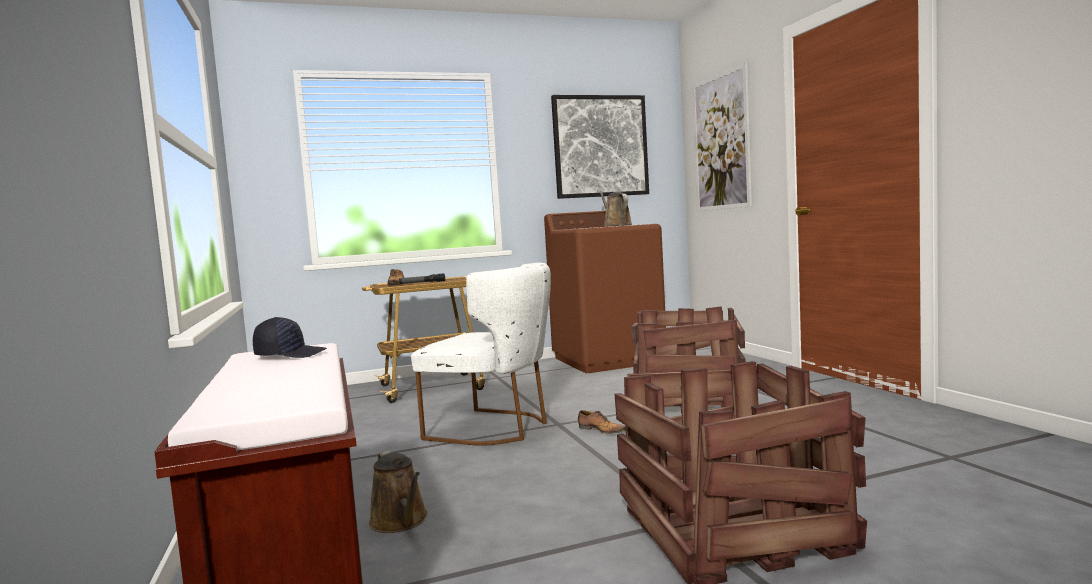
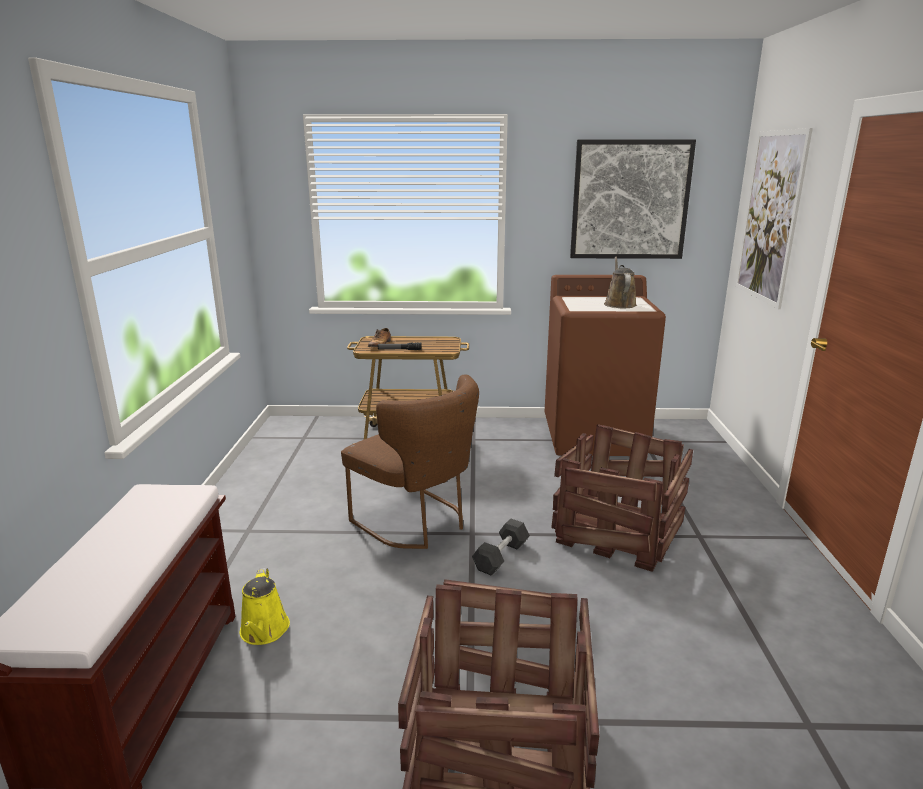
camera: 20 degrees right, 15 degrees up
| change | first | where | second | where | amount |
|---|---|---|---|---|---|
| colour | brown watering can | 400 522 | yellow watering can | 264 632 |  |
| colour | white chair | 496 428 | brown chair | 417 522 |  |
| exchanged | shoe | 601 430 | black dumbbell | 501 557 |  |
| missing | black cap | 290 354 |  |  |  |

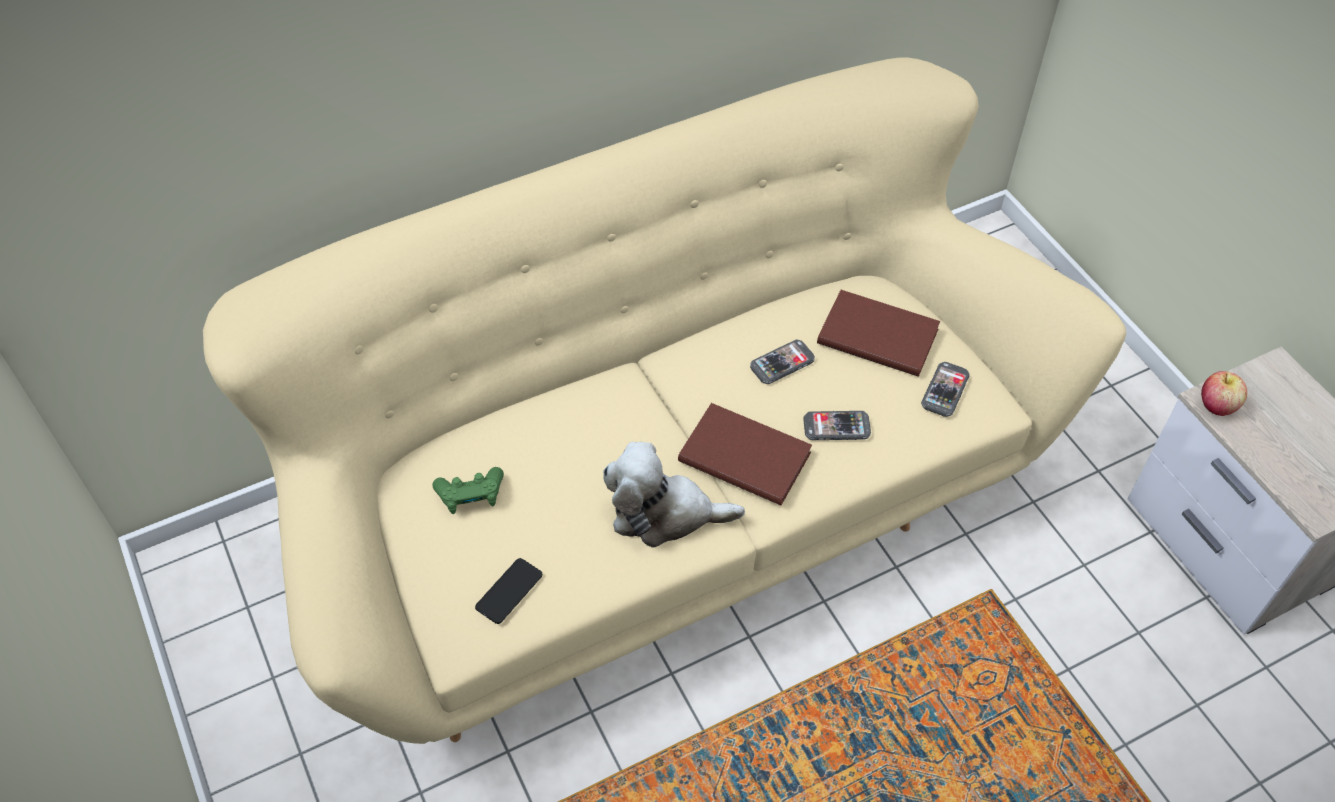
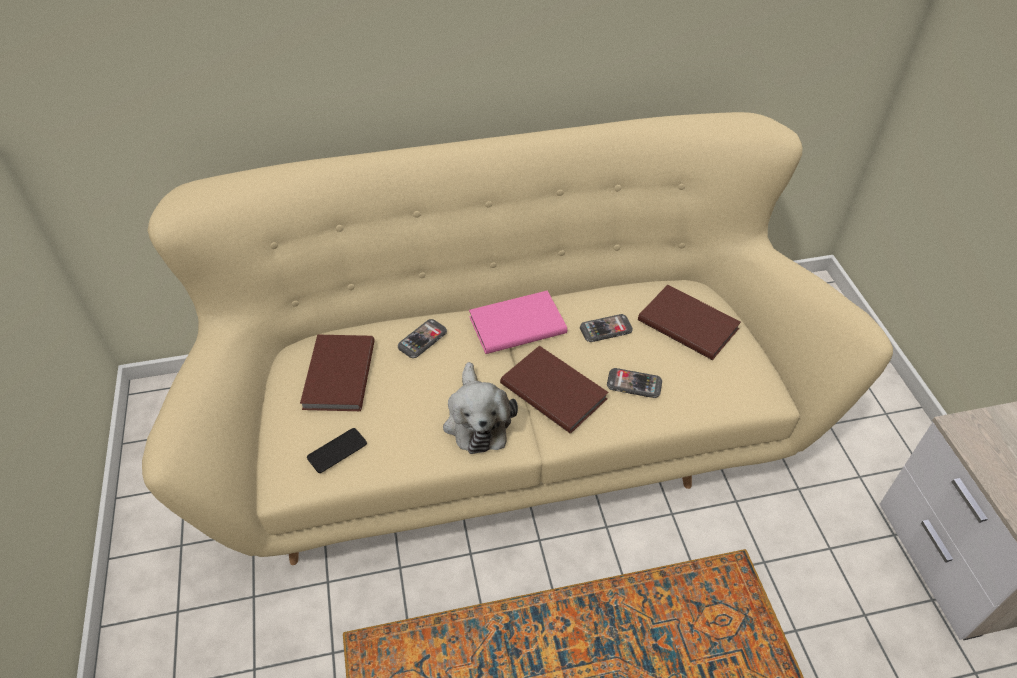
camera: 15 degrees right, 5 degrees down
| change | first | where | second | where | amount |
|---|---|---|---|---|---|
| exchanged | green game controller | 471 496 | brown book | 337 376 |  |
| relocated | phone | 945 390 |  | 422 340 |  |
| spun | plush toy | 664 513 |  | 477 419 | 120 degrees counterclockwise |
| appeared |  |  | pink book | 515 324 |  |
| missing | apple | 1216 406 |  |  |  |

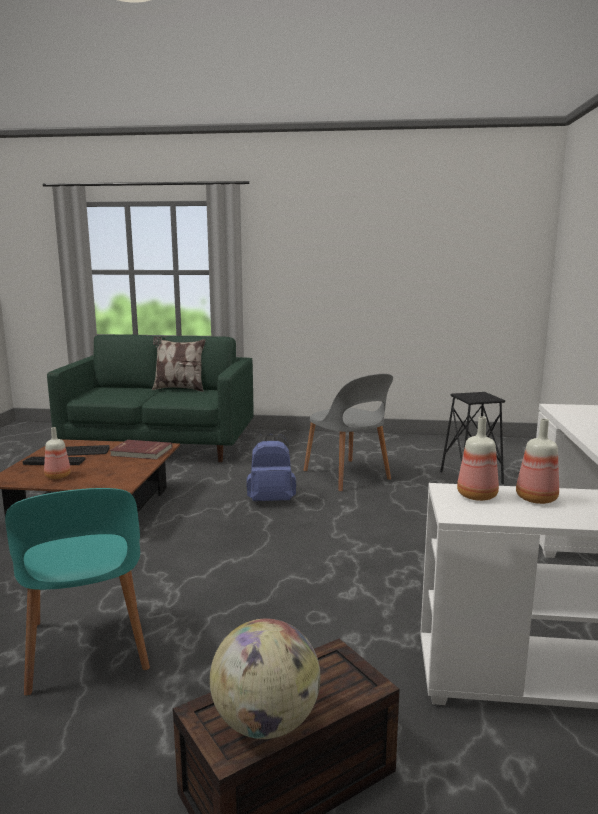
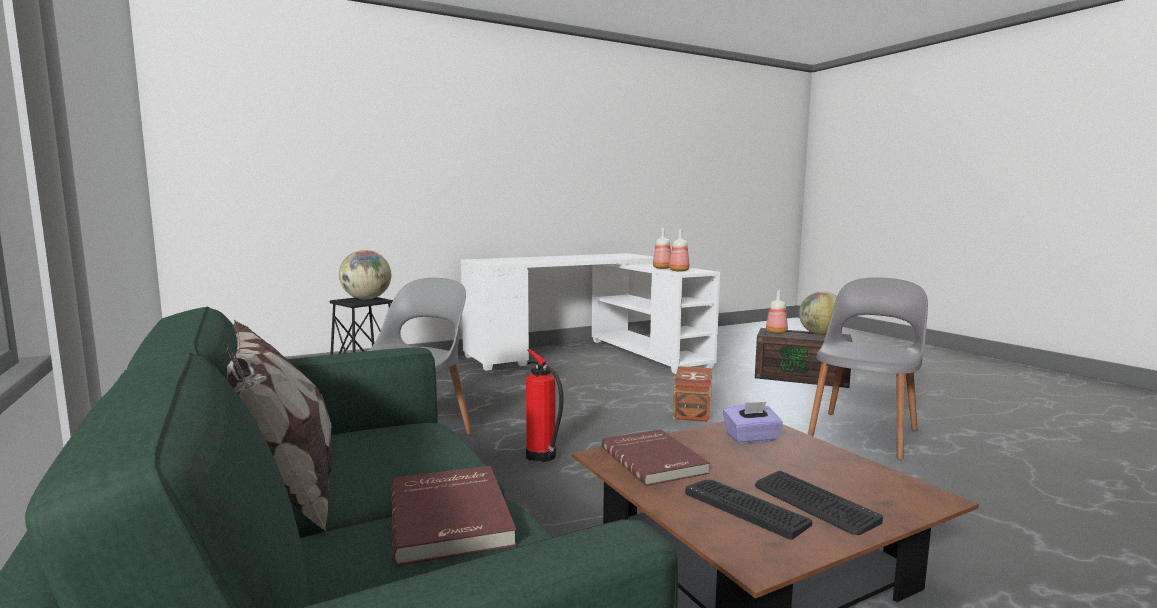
camera: 125 degrees left, 5 degrees down
| change | first | where | second | where | amount |
|---|---|---|---|---|---|
| appeared |  |  | globe | 366 299 |  |
| appeared |  |  | red book | 452 516 |  |
| exchanged | blue backpack | 271 500 | fire extinguisher | 542 457 |  |
| appeared |  |  | brown storage box | 691 409 |  |
| appeared |  |  | purple tissue box | 751 438 |  |
| relocated | bottle | 57 476 |  | 777 332 |  |
| colour | turquoise chair | 87 648 | grey chair | 863 433 |  |

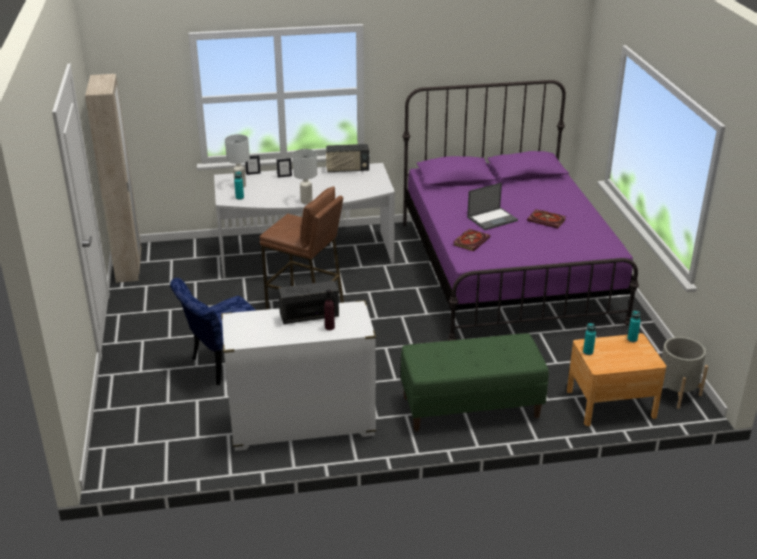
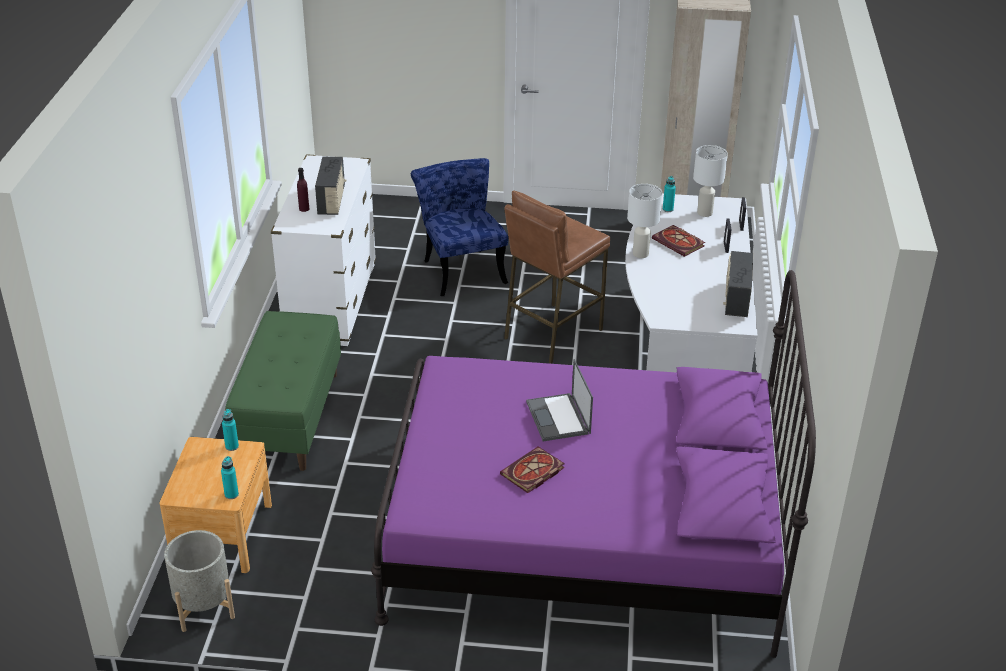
camera: 105 degrees right, 5 degrees up
| change | first | where | second | where | amount |
|---|---|---|---|---|---|
| relocated | book | 471 241 |  | 679 243 |  |

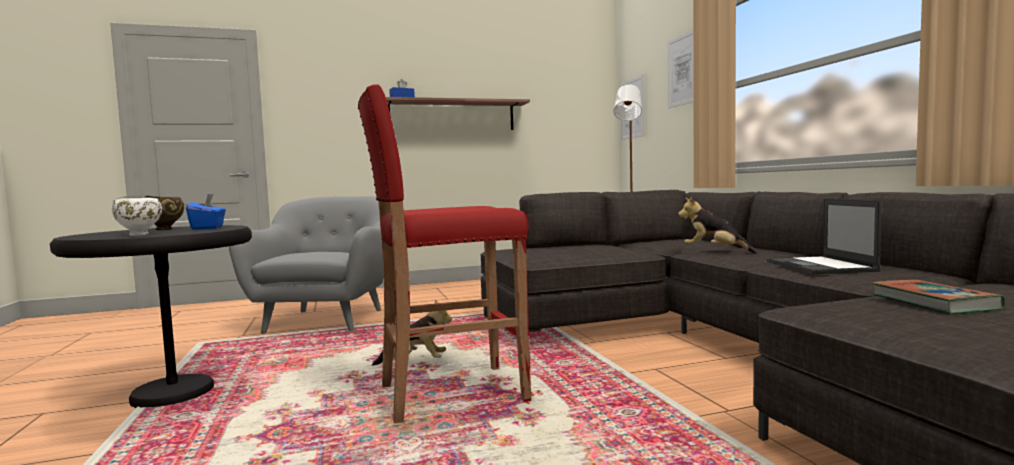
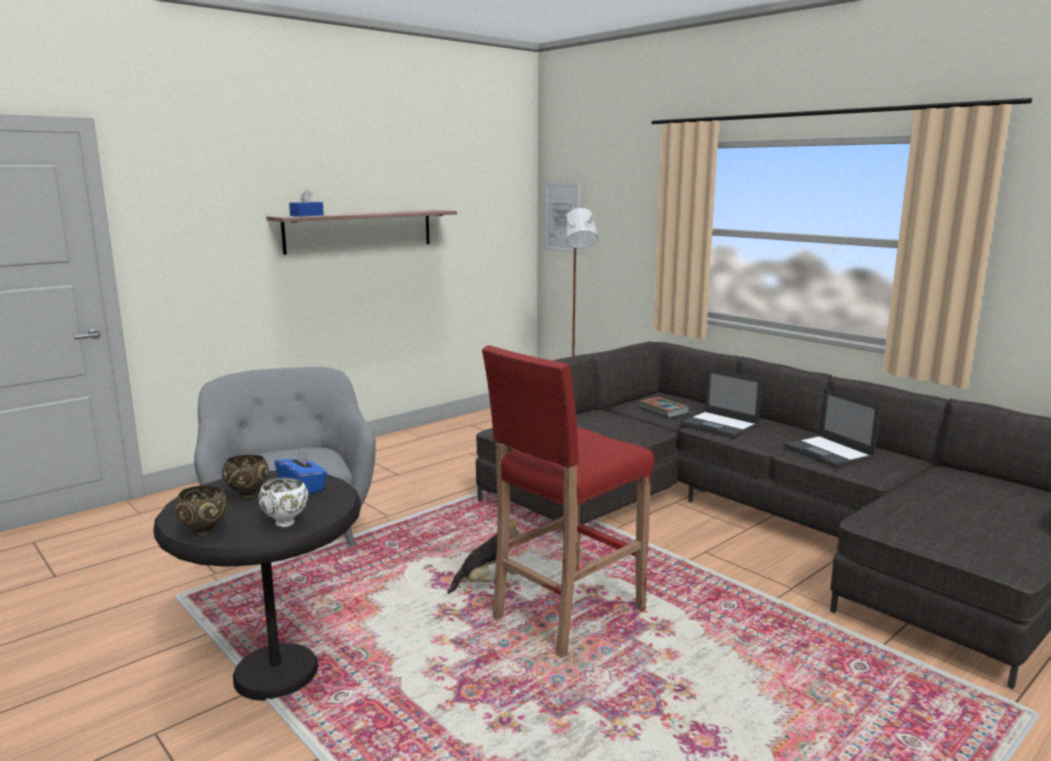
camera: 25 degrees left, 10 degrees up
| change | first | where | second | where | amount |
|---|---|---|---|---|---|
| appeared |  |  | brown bowl | 205 532 |  |
| relocated | book | 933 302 |  | 664 410 |  |
| exchanged | plush toy | 714 251 | laptop | 720 425 |  |
| missing | picture | 683 69 |  |  |  |

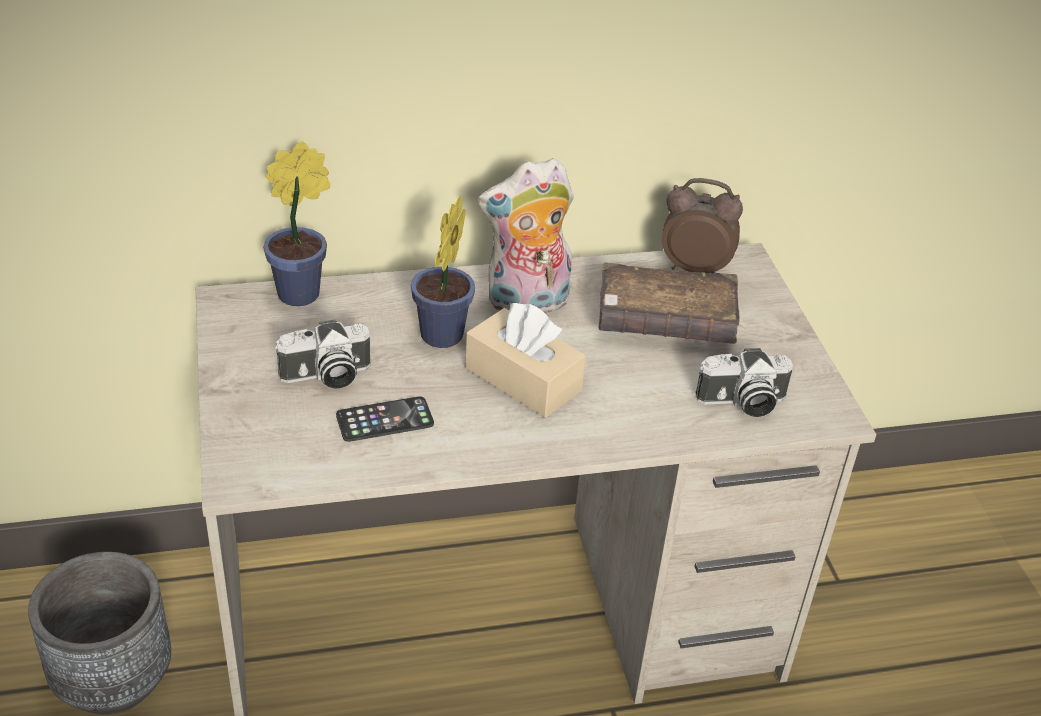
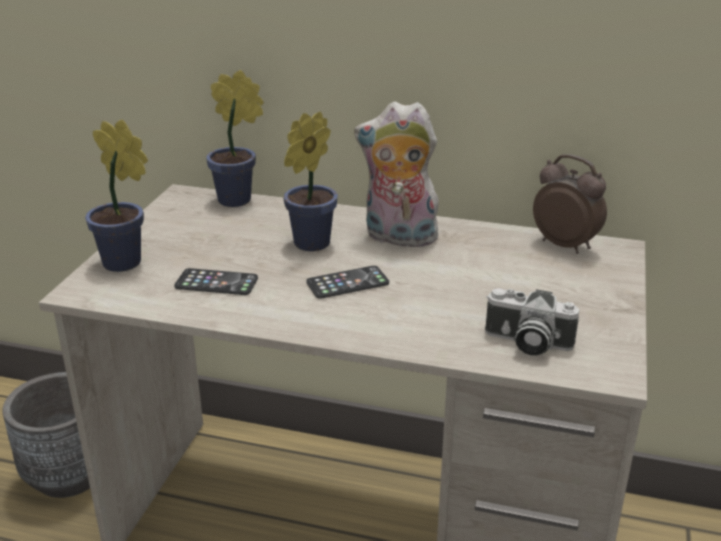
camera: 30 degrees right, 10 degrees down
| change | first | where | second | where | amount |
|---|---|---|---|---|---|
| appeared |  |  | potted plant | 126 264 |  |
| exchanged | beige tissue box | 523 379 | phone | 347 283 |  |
| missing | photo camera | 326 376 |  |  |  |
| missing | brown book | 665 321 |  |  |  |

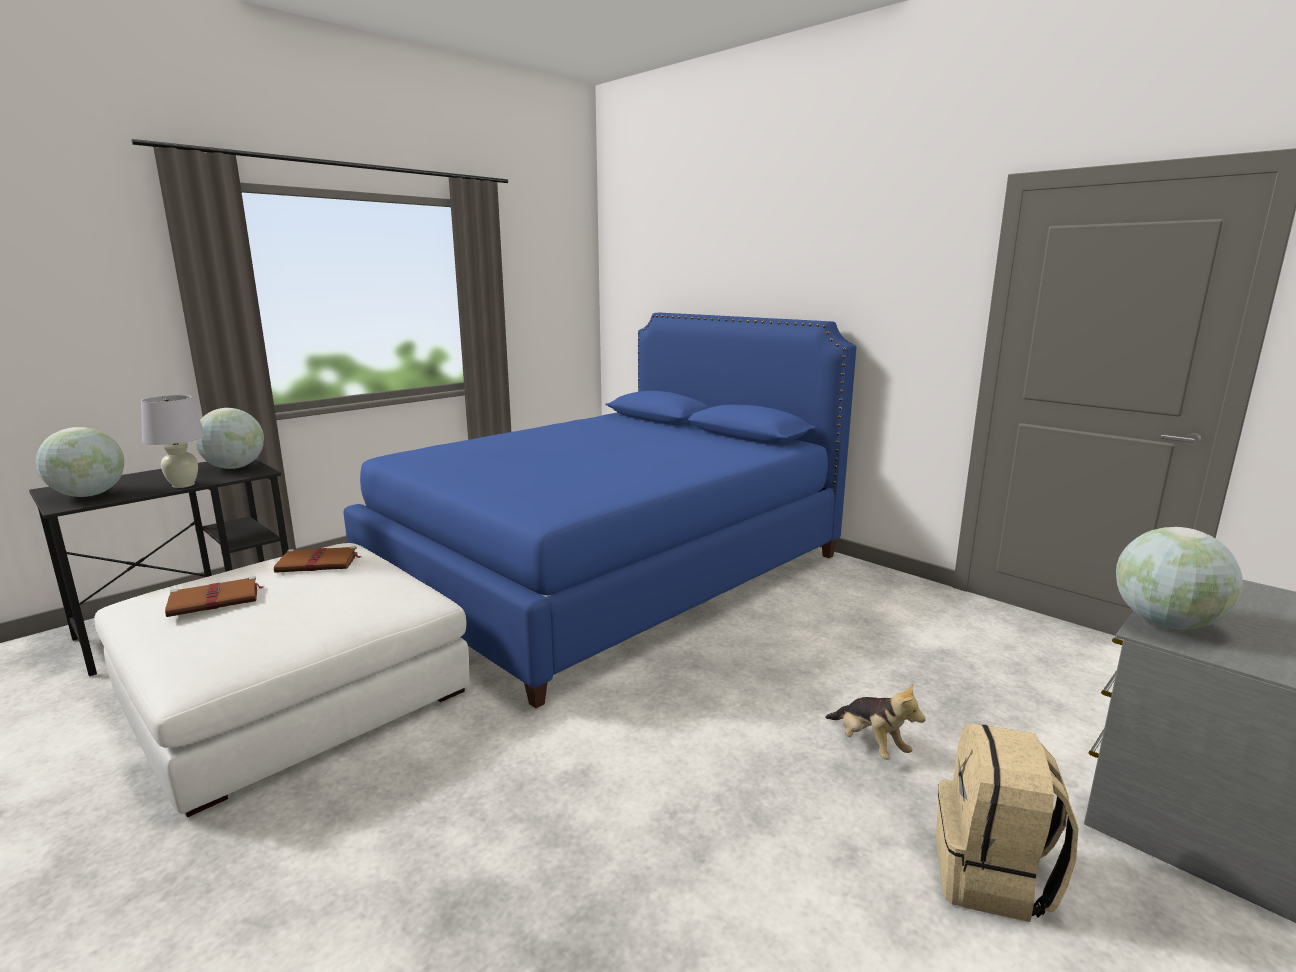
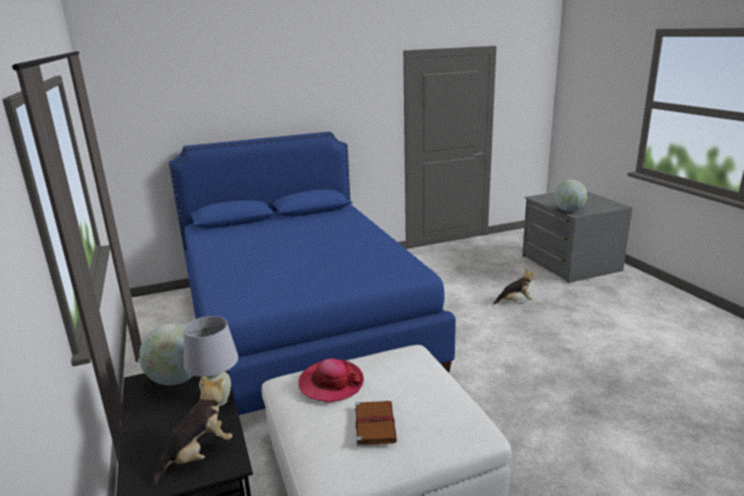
camera: 65 degrees left, 5 degrees up
| change | first | where | second | where | amount |
|---|---|---|---|---|---|
| exchanged | globe | 88 495 | plush toy | 198 455 |  |
| exchanged | brown book | 319 563 | hat | 331 383 |  |
| missing | beige backpack | 992 876 |  |  |  |

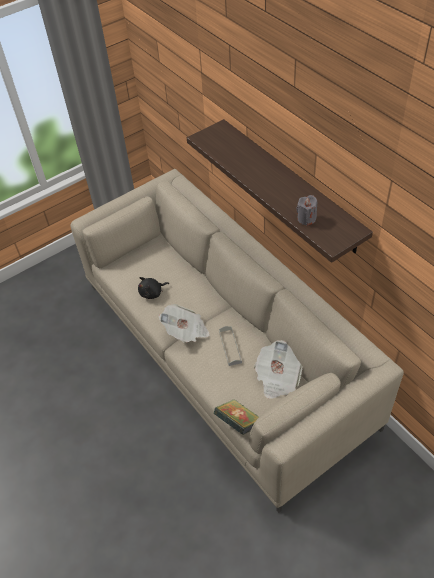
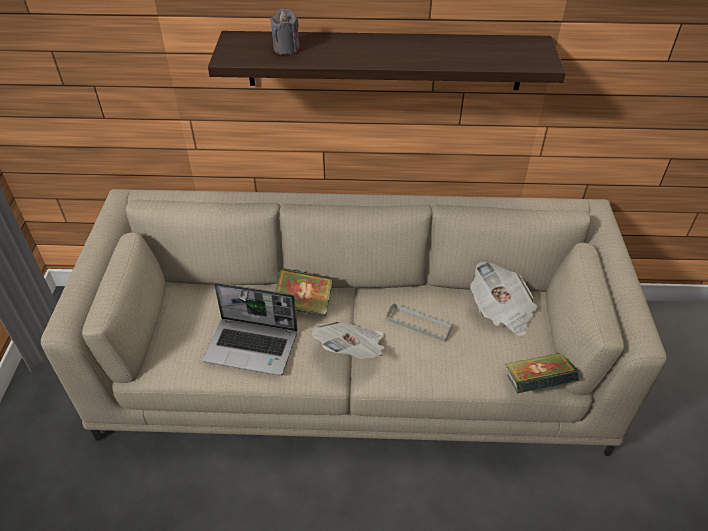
camera: 55 degrees left, 5 degrees down
| change | first | where | second | where | amount |
|---|---|---|---|---|---|
| exchanged | black plush toy | 152 293 | laptop | 253 346 |  |
| relocated | grey candle | 306 218 |  | 286 48 |  |
| appeared |  |  | book | 304 304 |  |

